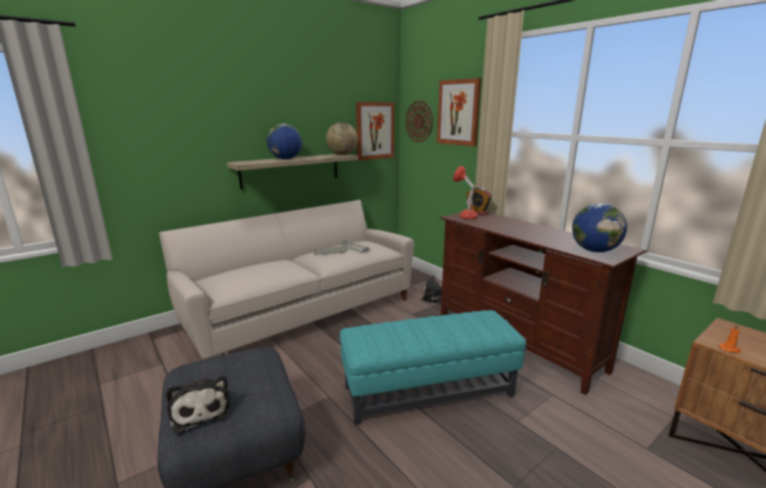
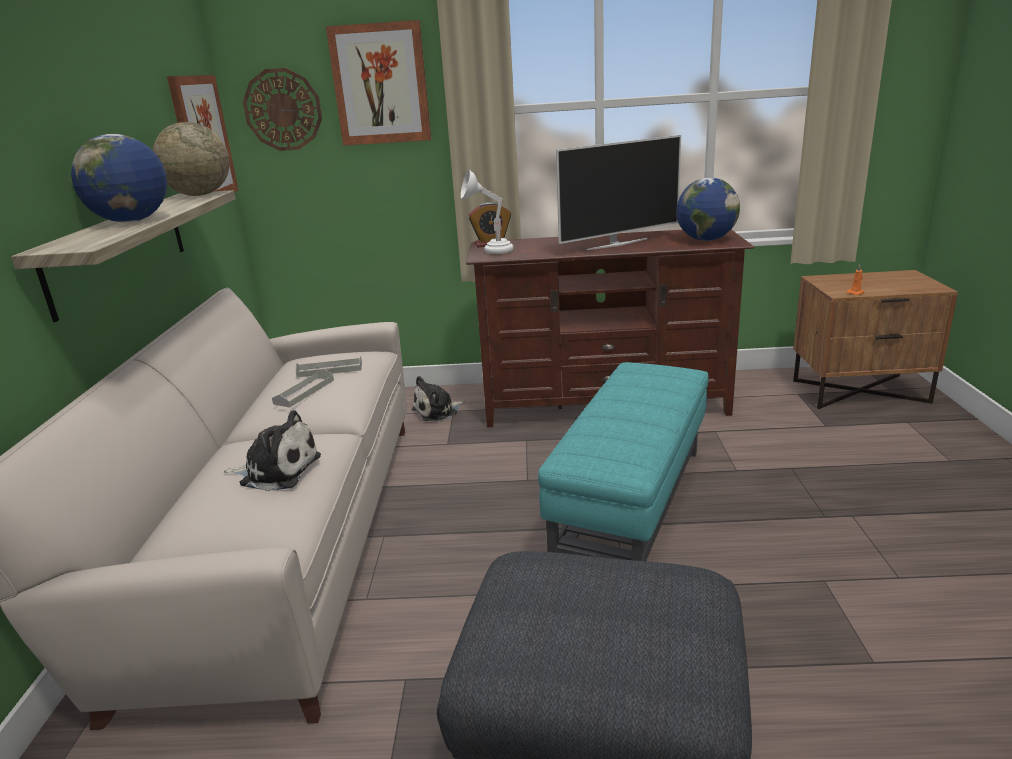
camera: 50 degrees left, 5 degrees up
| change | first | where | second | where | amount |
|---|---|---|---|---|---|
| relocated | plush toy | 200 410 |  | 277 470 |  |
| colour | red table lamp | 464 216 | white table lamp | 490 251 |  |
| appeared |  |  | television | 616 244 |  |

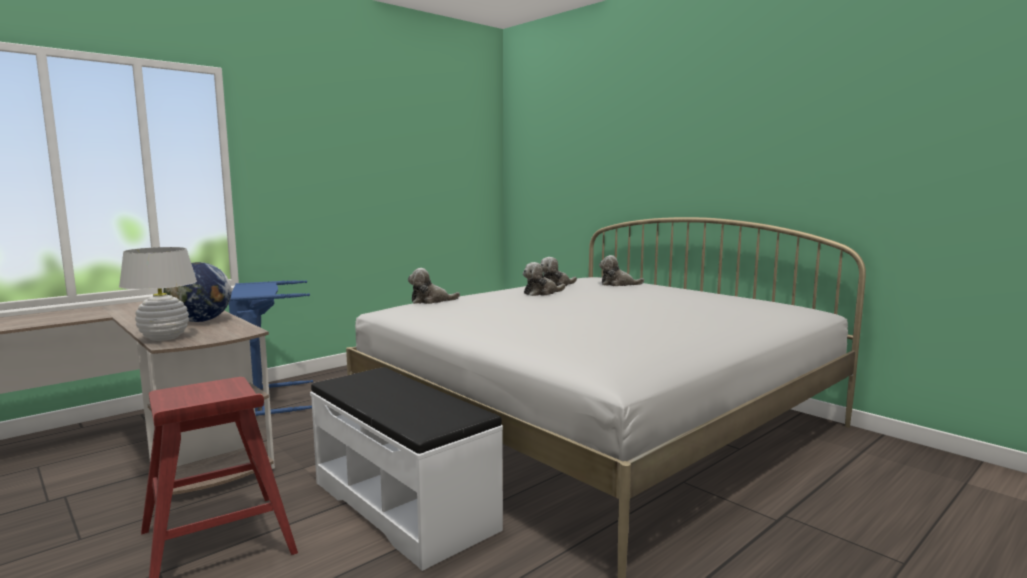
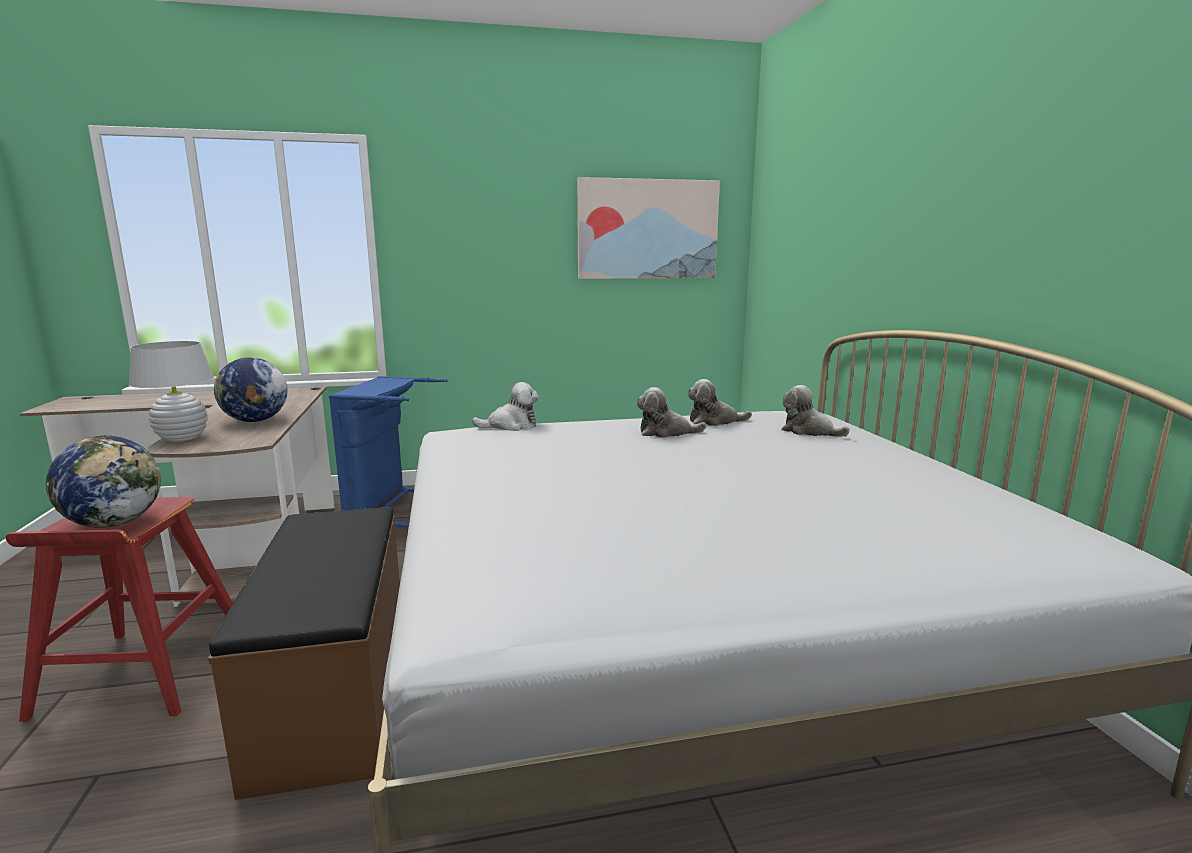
camera: 30 degrees right, 5 degrees up
| change | first | where | second | where | amount |
|---|---|---|---|---|---|
| appeared |  |  | globe | 115 523 |  |
| colour | white bench | 404 504 | brown bench | 337 689 |  |
| spun | plush toy | 430 301 |  | 511 426 | 150 degrees clockwise |
| appeared |  |  | picture | 647 229 |  |

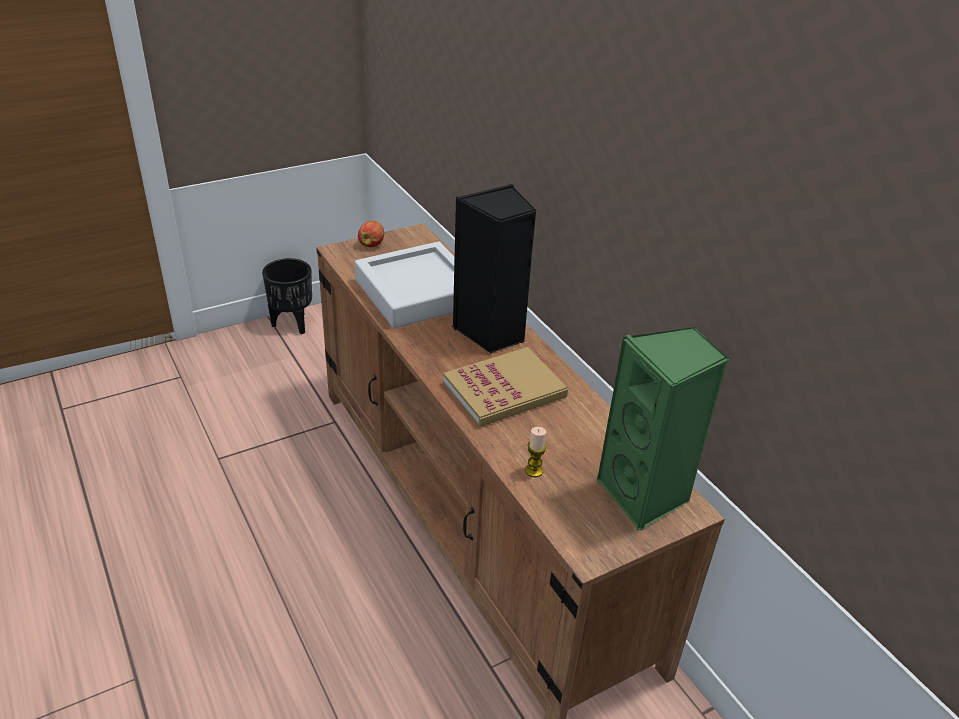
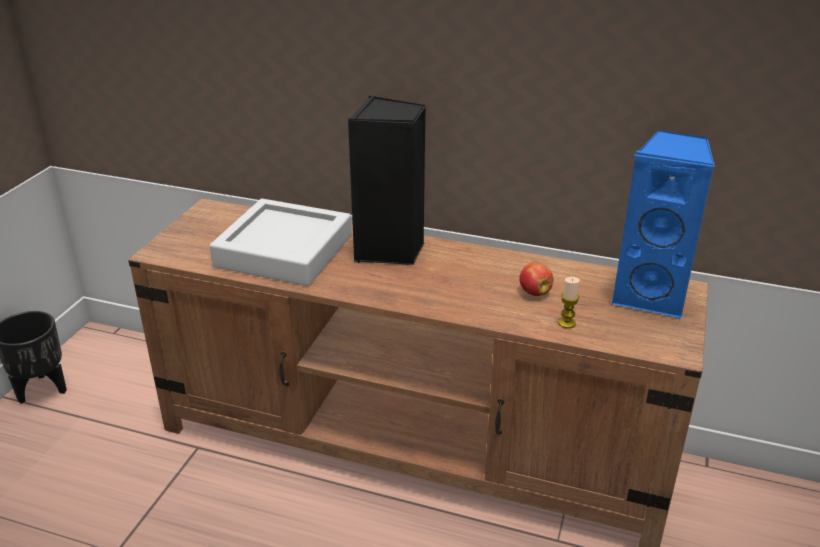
camera: 40 degrees left, 5 degrees down
| change | first | where | second | where | amount |
|---|---|---|---|---|---|
| relocated | apple | 372 244 |  | 534 292 |  |
| colour | green speaker | 645 495 | blue speaker | 651 296 |  |
| missing | book | 504 390 |  |  |  |

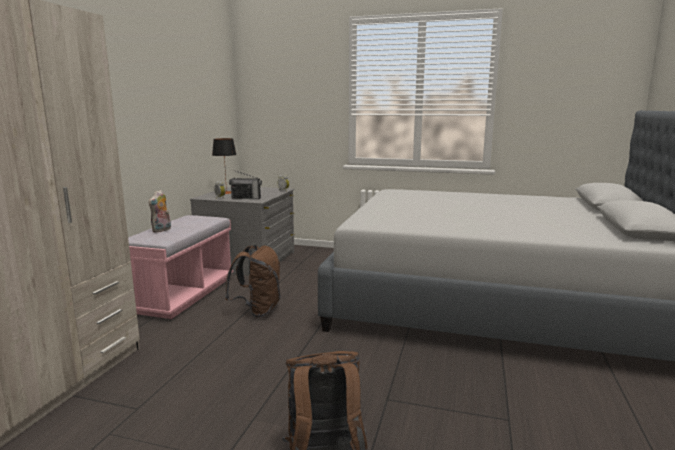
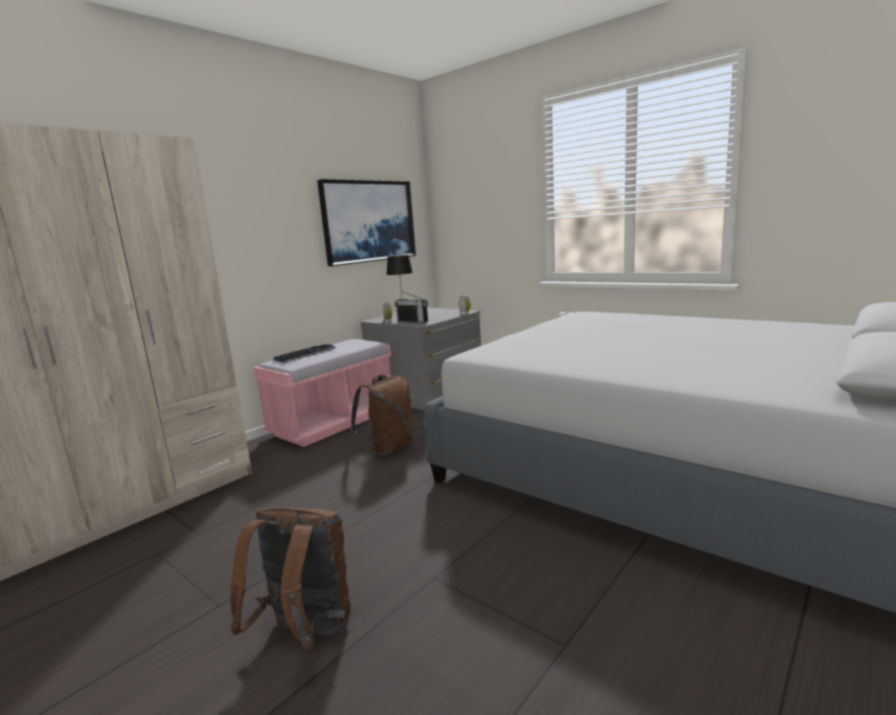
camera: 25 degrees right, 0 degrees up
| change | first | where | second | where | amount |
|---|---|---|---|---|---|
| exchanged | plush toy | 162 230 | keyboard | 306 354 |  |
| appeared |  |  | picture | 368 221 |  |

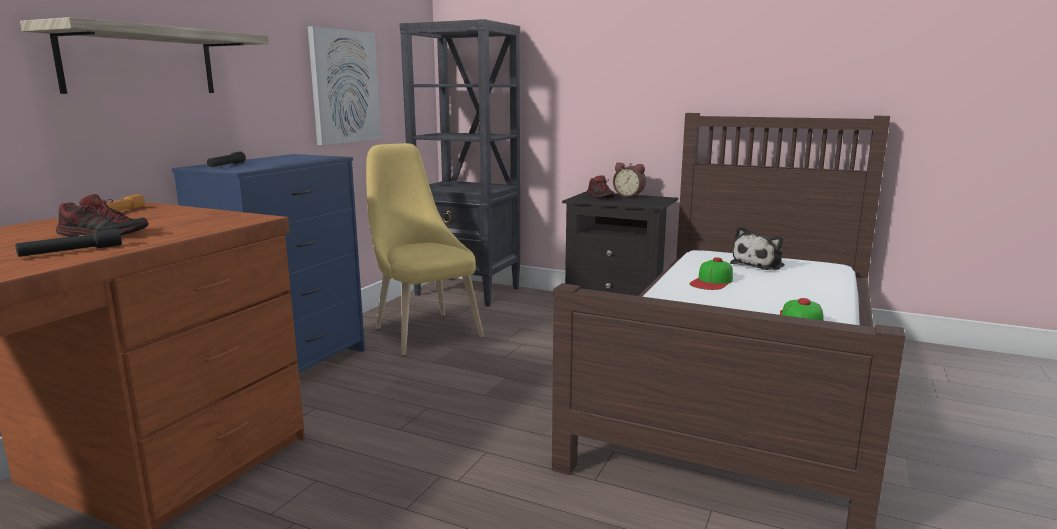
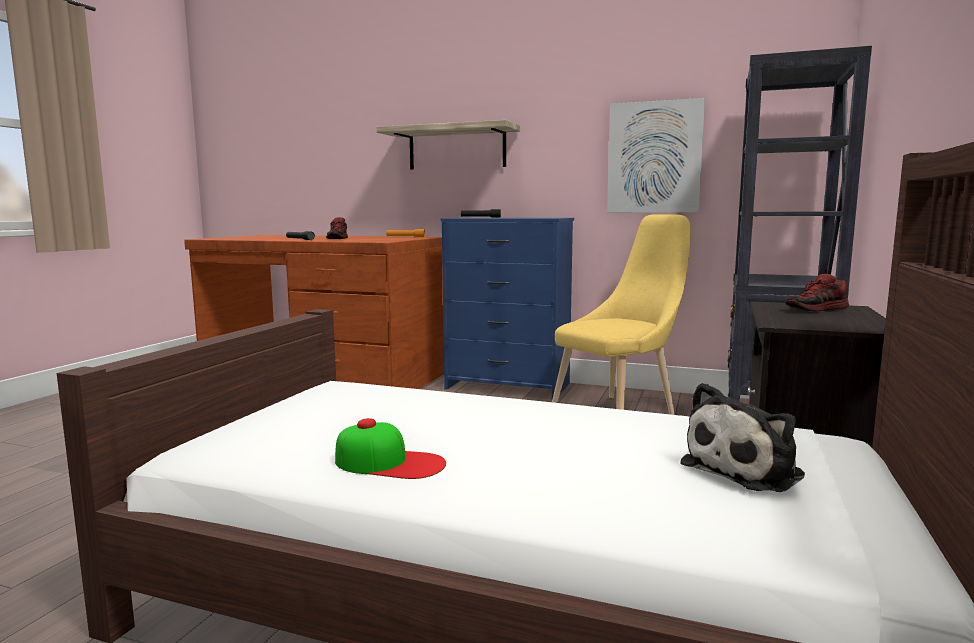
camera: 85 degrees right, 5 degrees down
| change | first | where | second | where | amount |
|---|---|---|---|---|---|
| spun | plush toy | 759 264 |  | 747 470 | 75 degrees counterclockwise |
| missing | alarm clock | 629 196 |  |  |  |
| missing | cap | 712 281 |  |  |  |

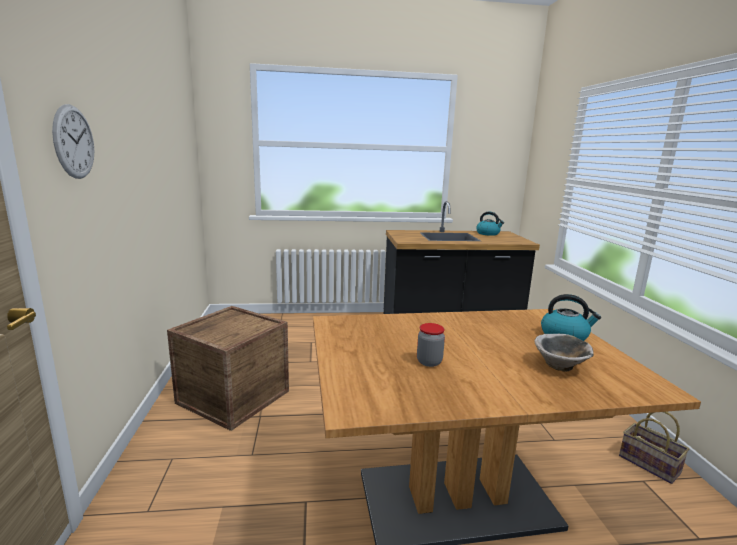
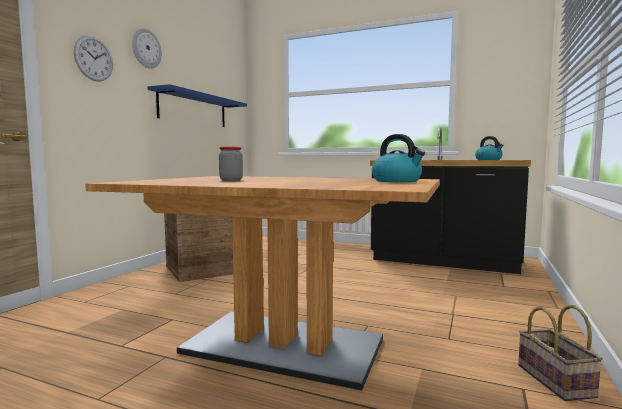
camera: 30 degrees right, 10 degrees down
| change | first | where | second | where | amount |
|---|---|---|---|---|---|
| appeared |  |  | wall clock | 146 48 |  |
| appeared |  |  | blue shelf | 193 110 |  |
| missing | bowl | 560 366 |  |  |  |

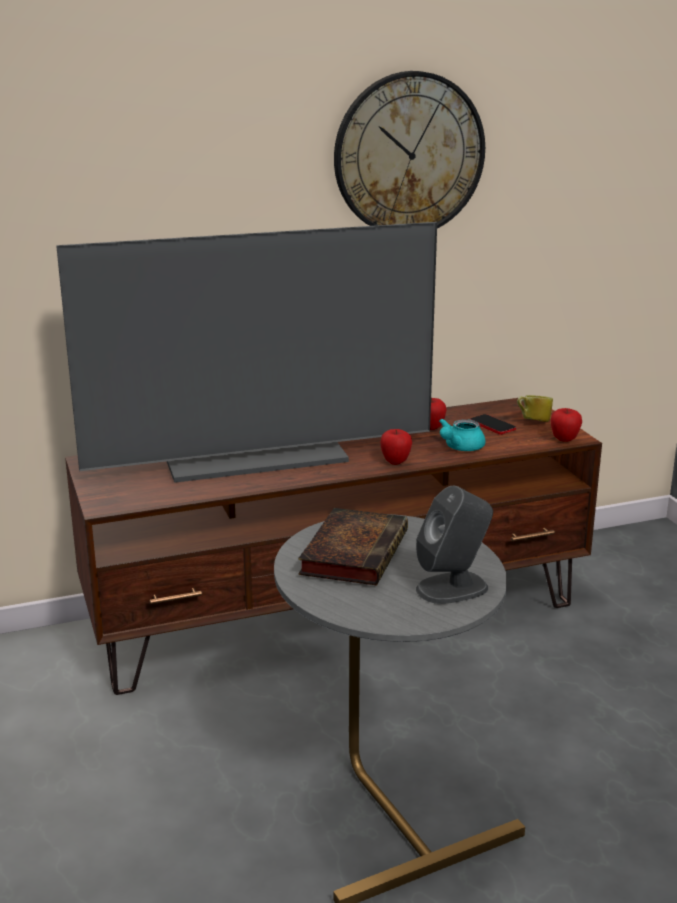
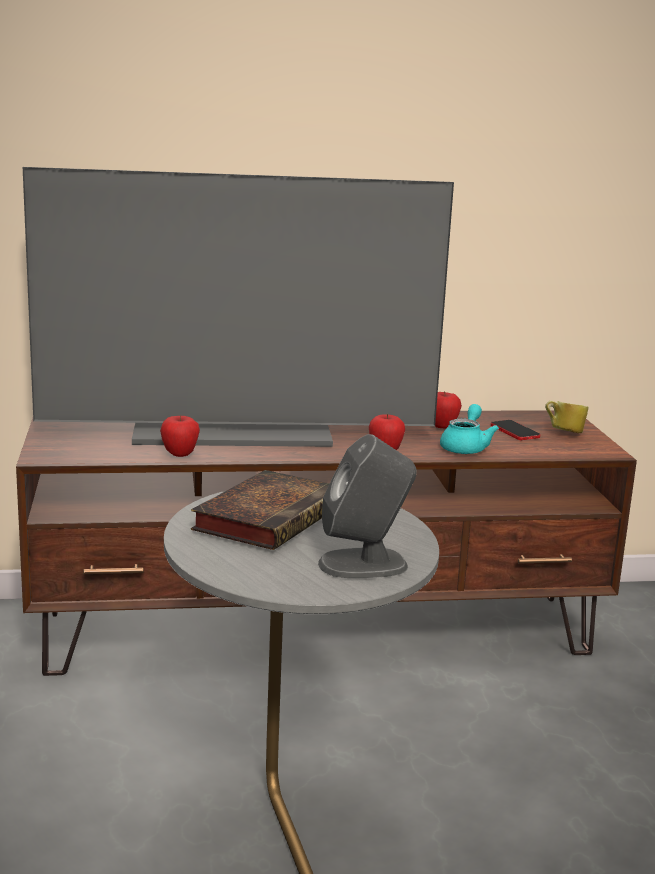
camera: 10 degrees right, 5 degrees down
| change | first | where | second | where | amount |
|---|---|---|---|---|---|
| relocated | apple | 564 440 |  | 180 455 |  |
| spun | turquoise teapot | 460 448 |  | 466 447 | 150 degrees clockwise |
| missing | wall clock | 409 154 |  |  |  |

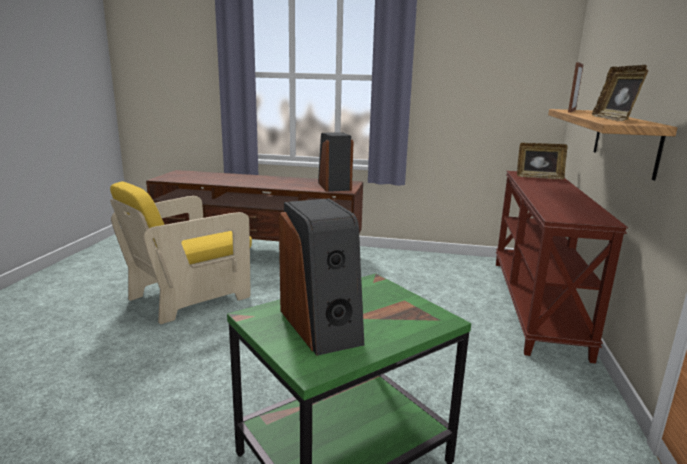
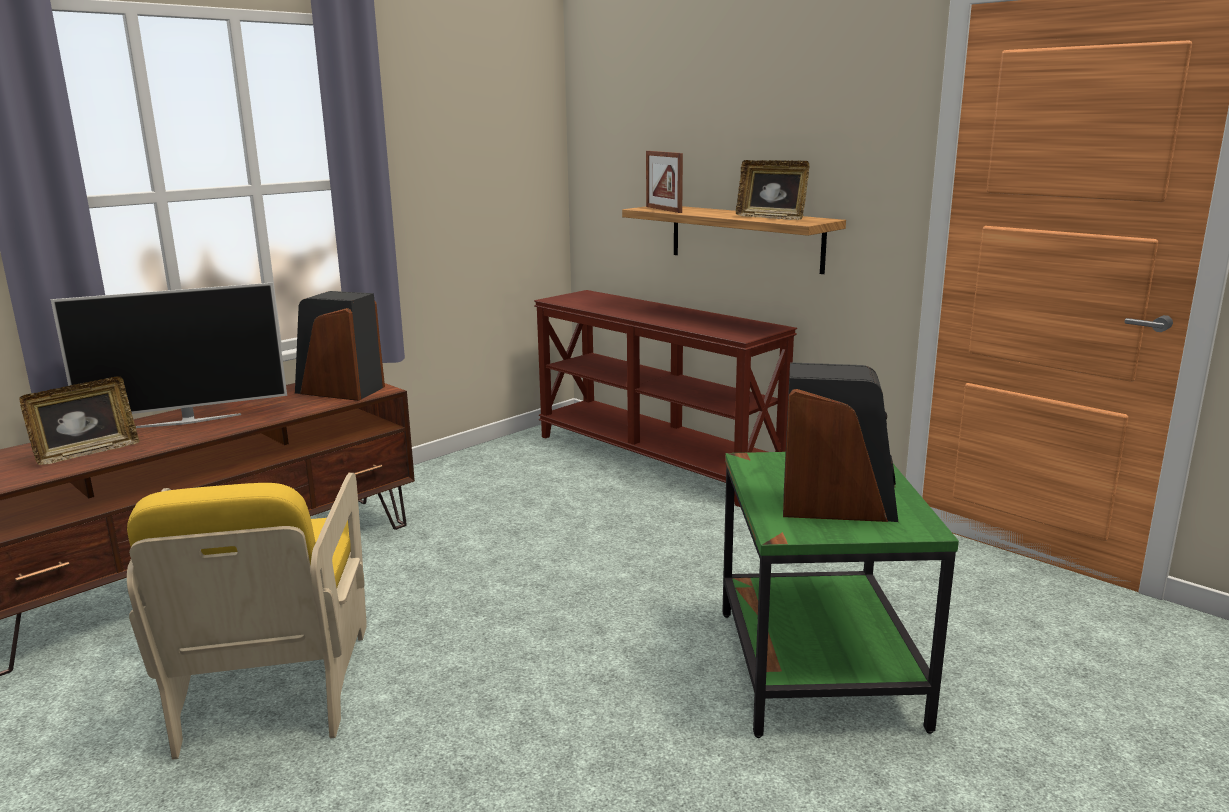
camera: 55 degrees left, 0 degrees up
| change | first | where | second | where | amount |
|---|---|---|---|---|---|
| relocated | picture frame | 539 177 |  | 87 452 |  |
| appeared |  |  | television | 188 421 |  |

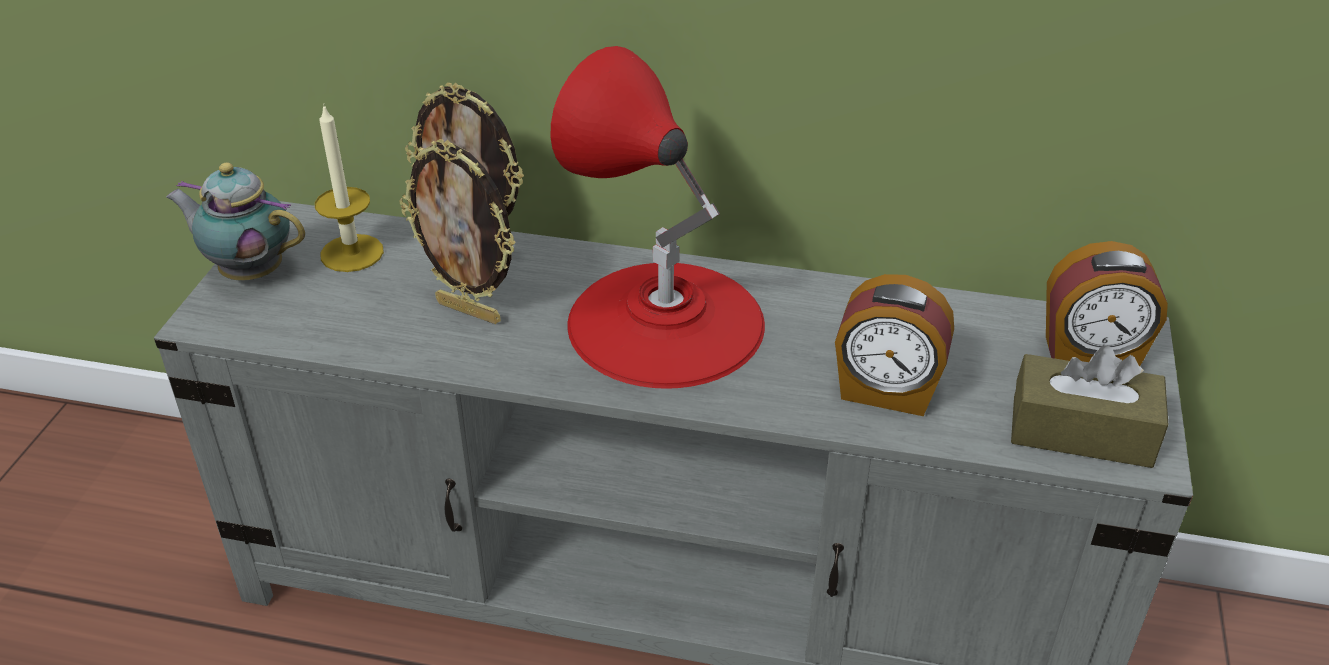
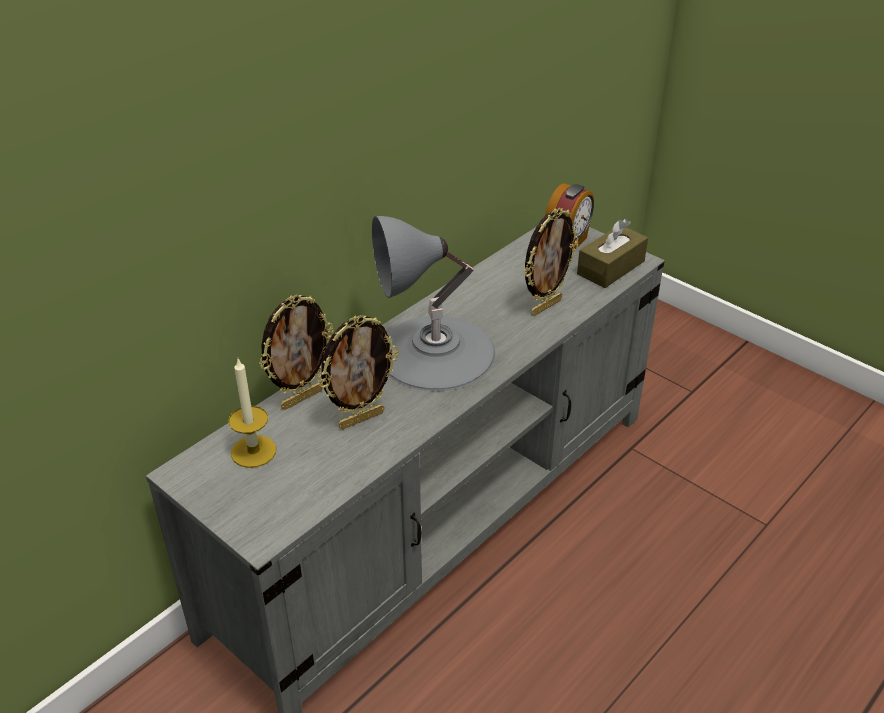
camera: 60 degrees left, 0 degrees up
| change | first | where | second | where | amount |
|---|---|---|---|---|---|
| colour | red table lamp | 664 322 | grey table lamp | 435 352 |  |
| exchanged | alarm clock | 886 392 | picture frame | 545 306 |  |
| missing | teapot | 249 272 |  |  |  |

